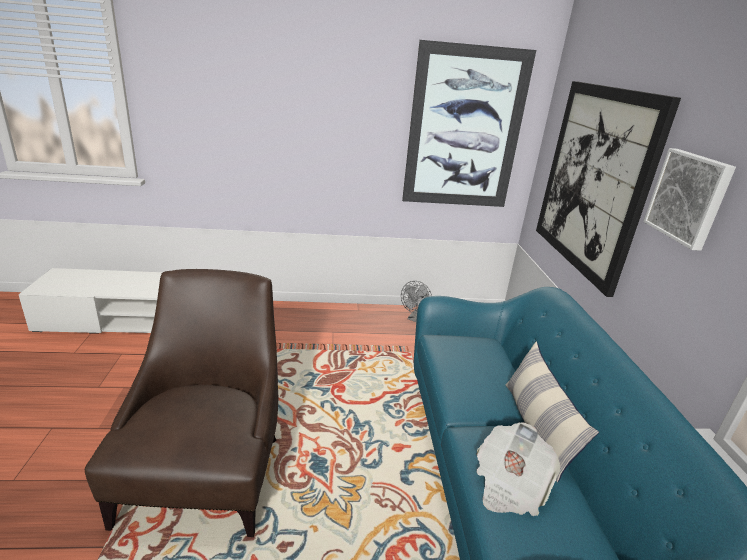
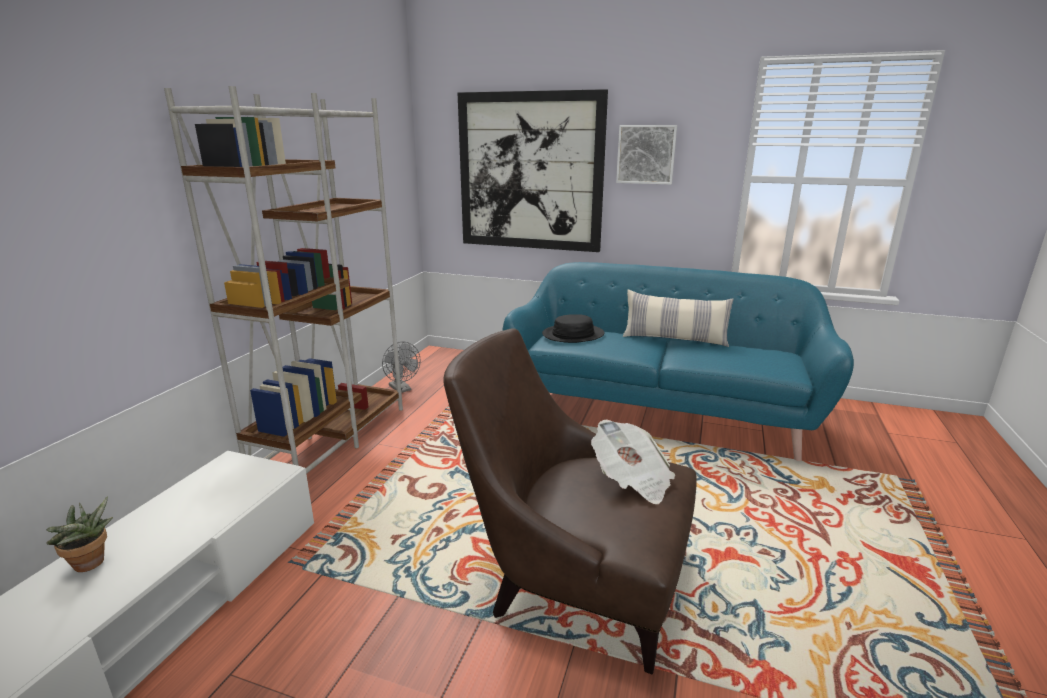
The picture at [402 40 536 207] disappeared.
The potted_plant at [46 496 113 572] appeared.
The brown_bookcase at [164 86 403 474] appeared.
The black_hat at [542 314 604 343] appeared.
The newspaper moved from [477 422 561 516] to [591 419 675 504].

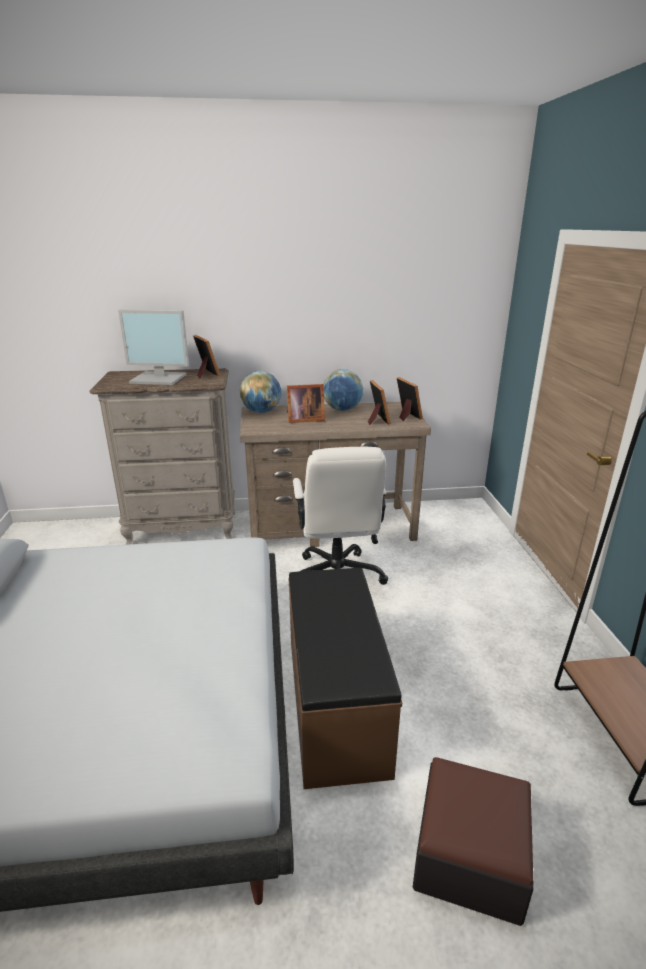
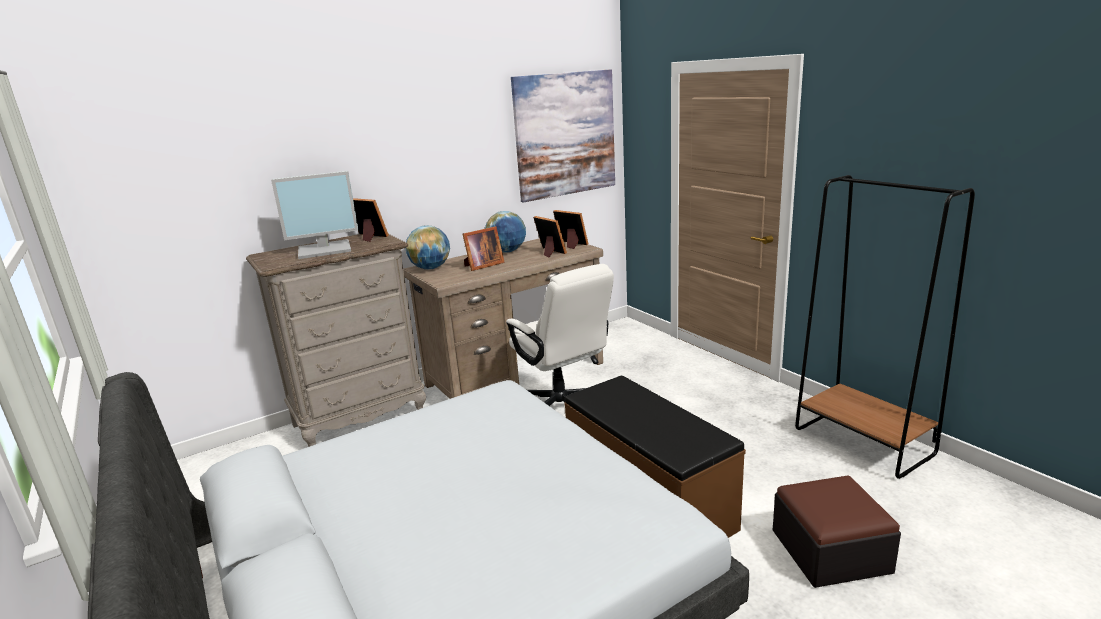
The picture at [511 69 615 203] appeared.

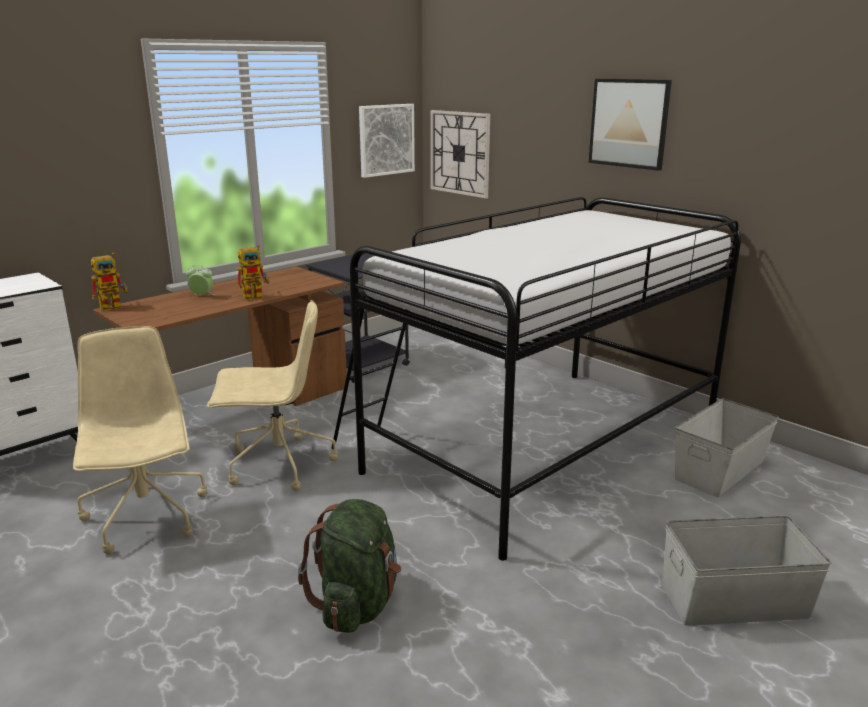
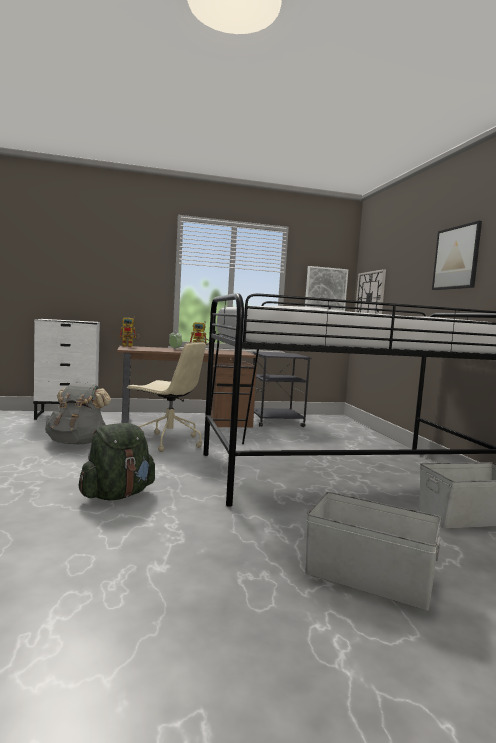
The beige_office_chair at [73 326 207 554] was replaced by the grey_backpack at [45 383 111 444].

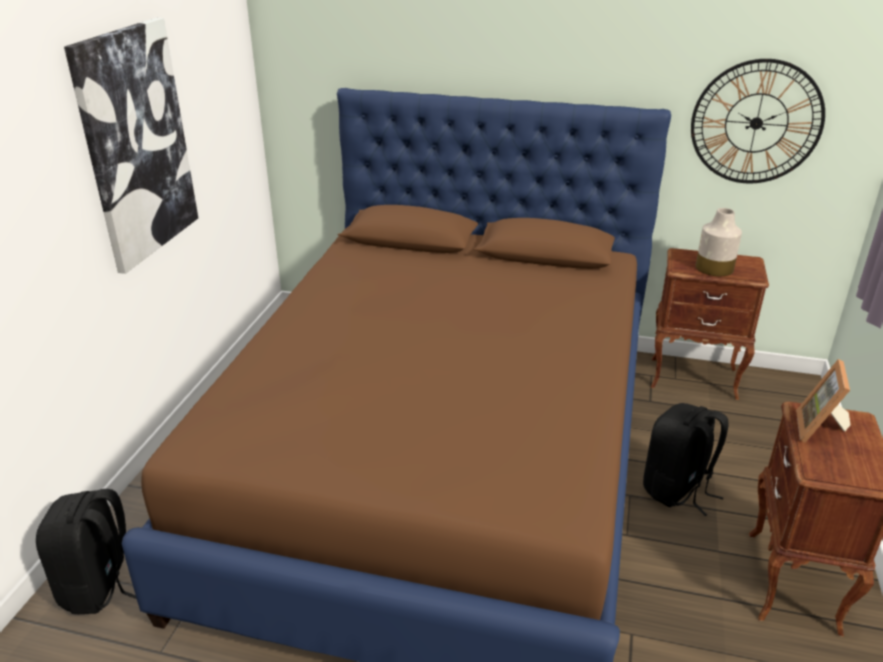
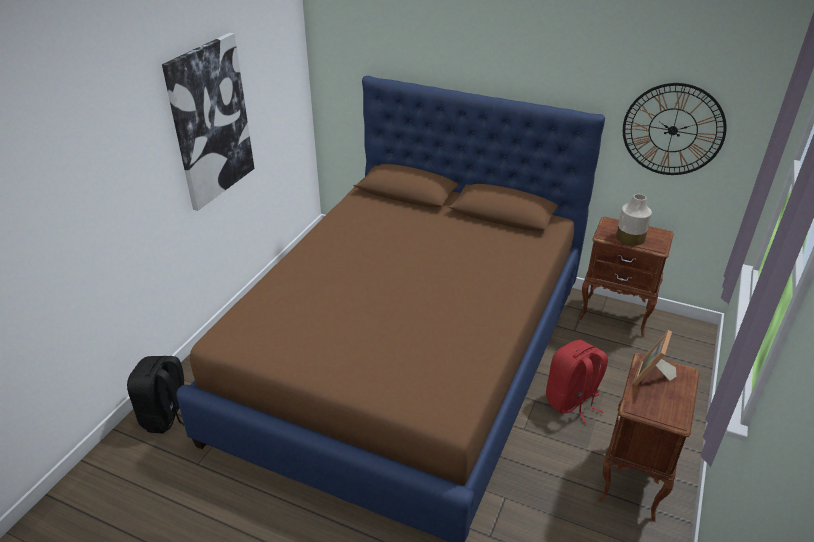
The black_backpack at [643 403 729 516] became the red_backpack at [546 340 608 423].

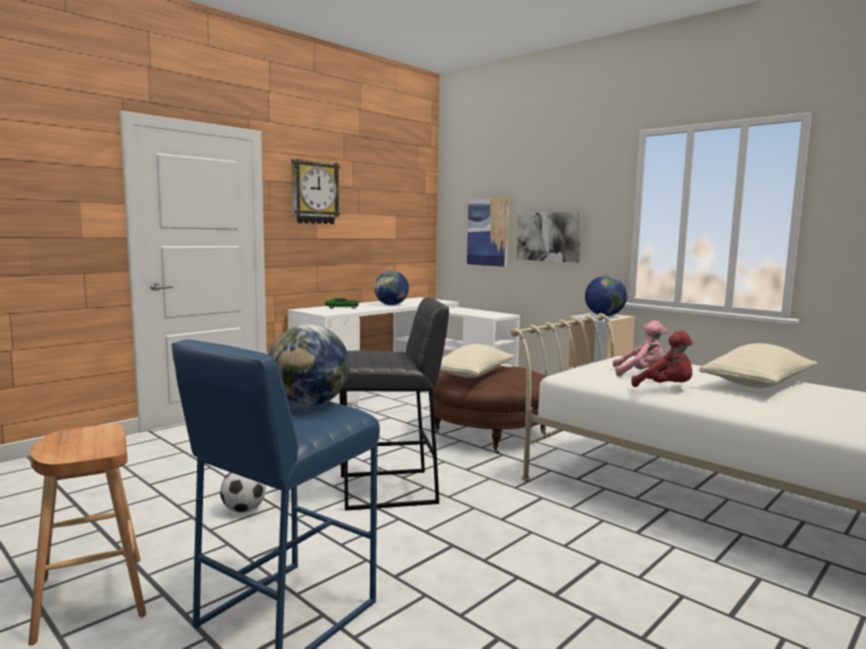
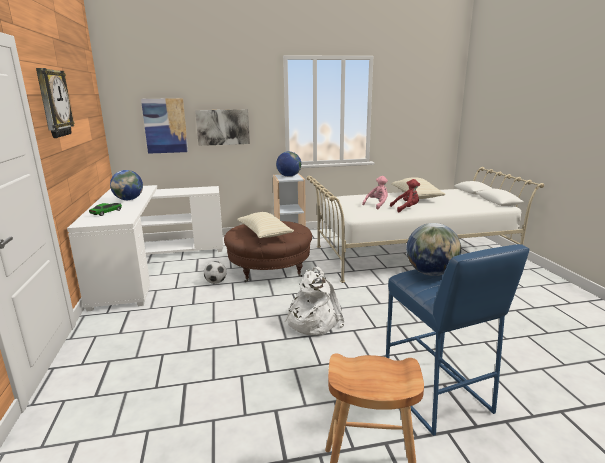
The football moved from [220 472 266 513] to [204 261 227 284].
The grey_stool at [340 297 449 511] was replaced by the white_backpack at [284 267 344 335].

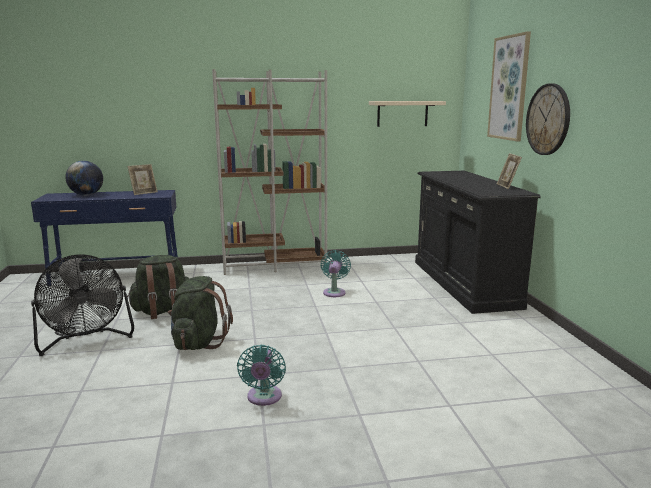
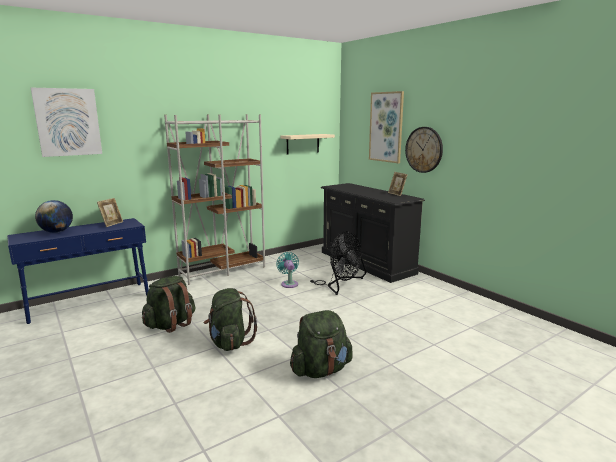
The picture at [31 88 102 157] appeared.
The black_fan moved from [31 254 134 356] to [310 231 366 295].
The turquoise_fan at [237 344 286 406] was replaced by the green_backpack at [290 310 353 378].

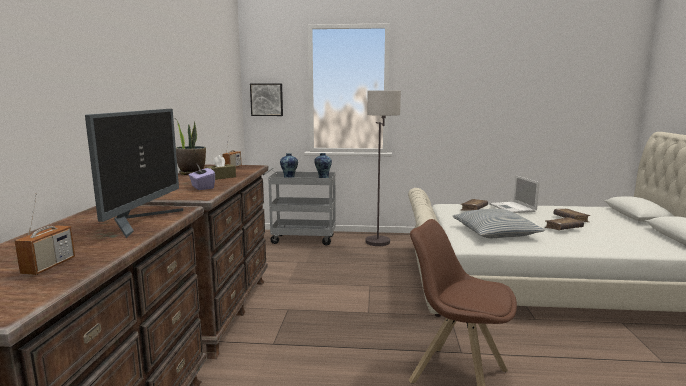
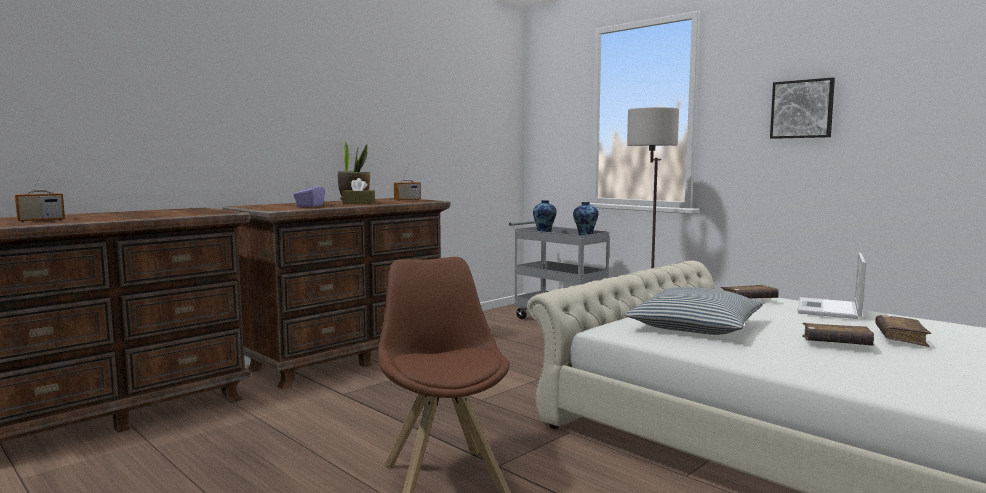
The monitor at [85 109 183 238] disappeared.
The picture moved from [250 84 283 116] to [770 77 835 139].

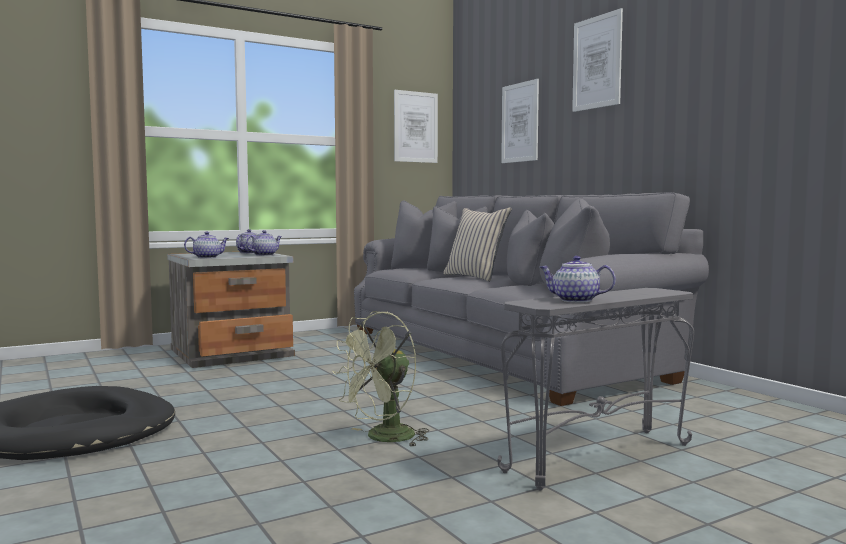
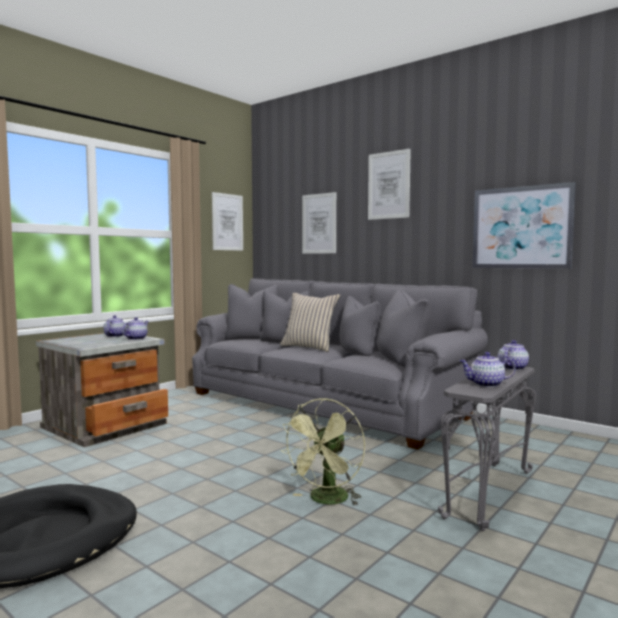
The picture at [473 182 576 269] appeared.
The teapot moved from [184 232 229 258] to [498 340 529 370].

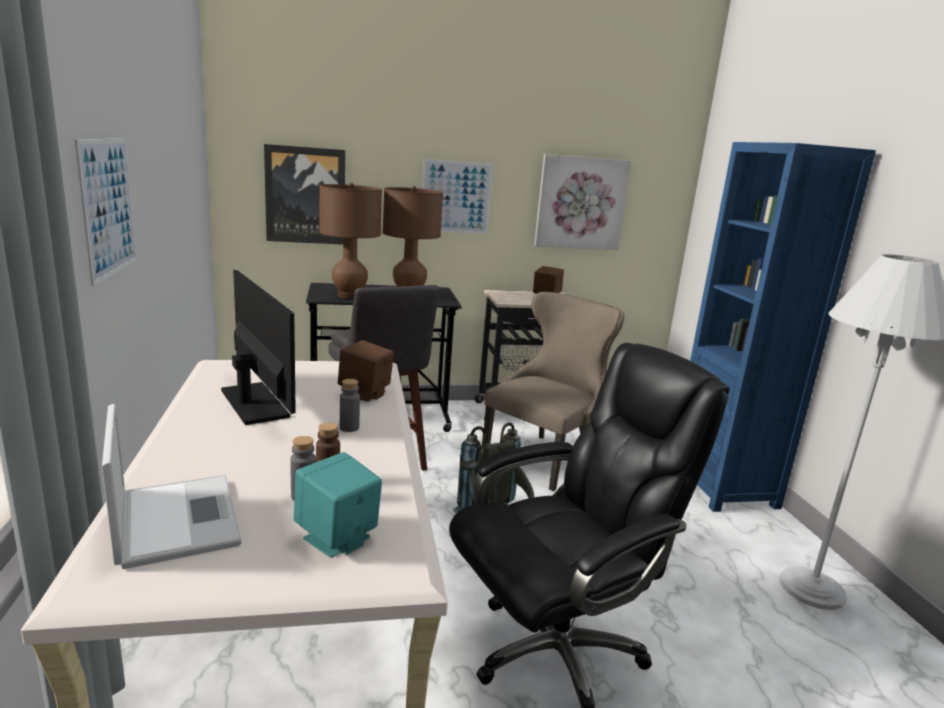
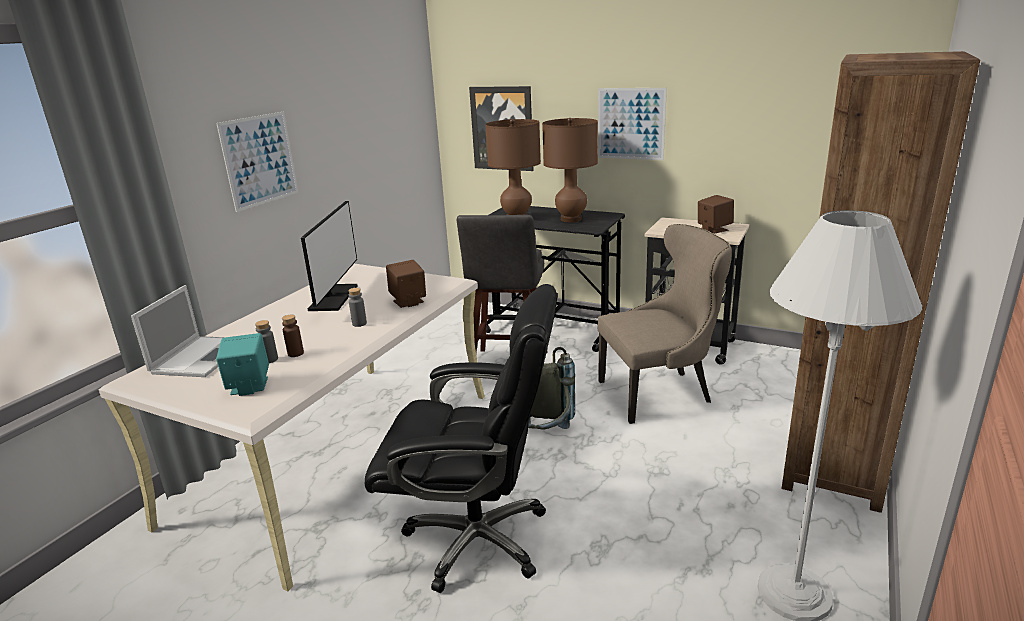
The picture at [534 154 631 250] disappeared.
The blue_bookcase at [690 142 876 512] became the brown_bookcase at [781 51 980 513].

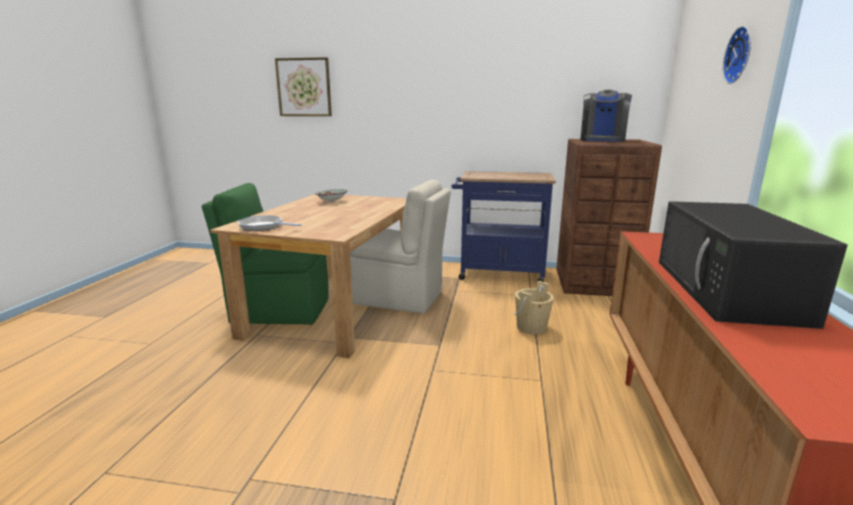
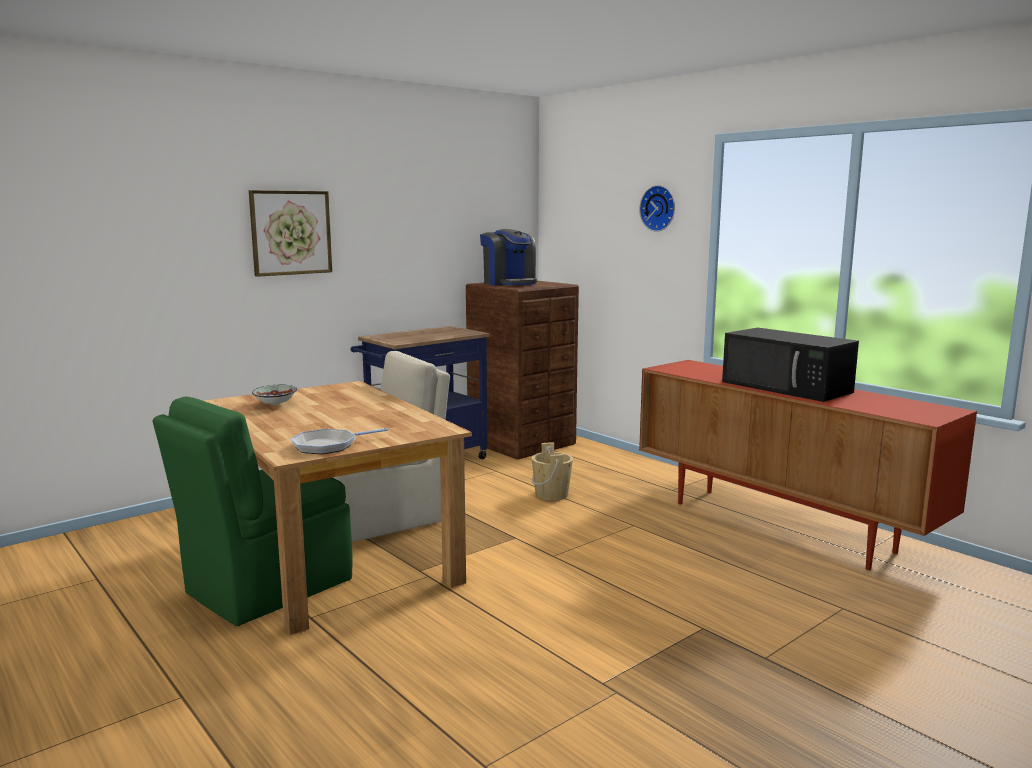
The picture moved from [275 57 332 116] to [249 190 332 277].

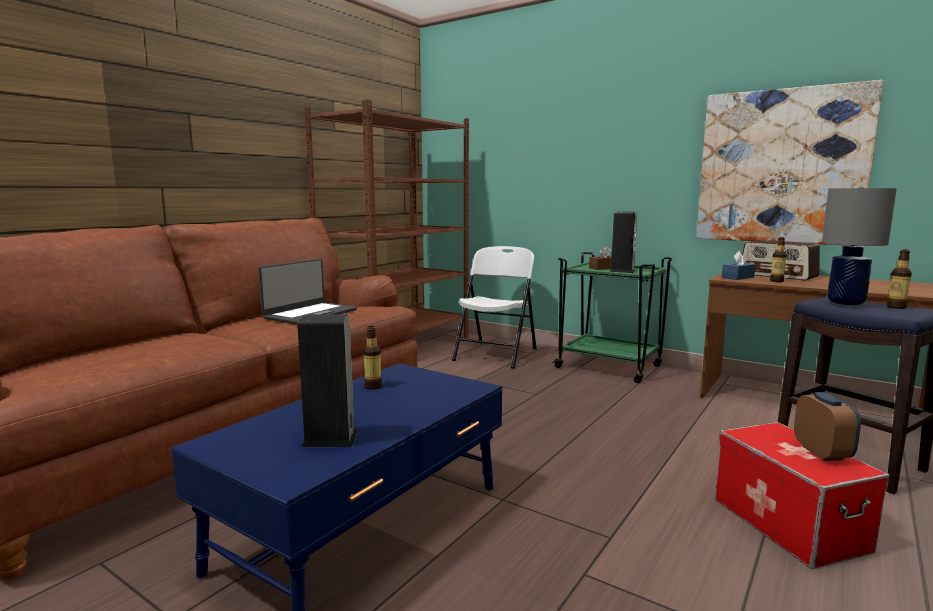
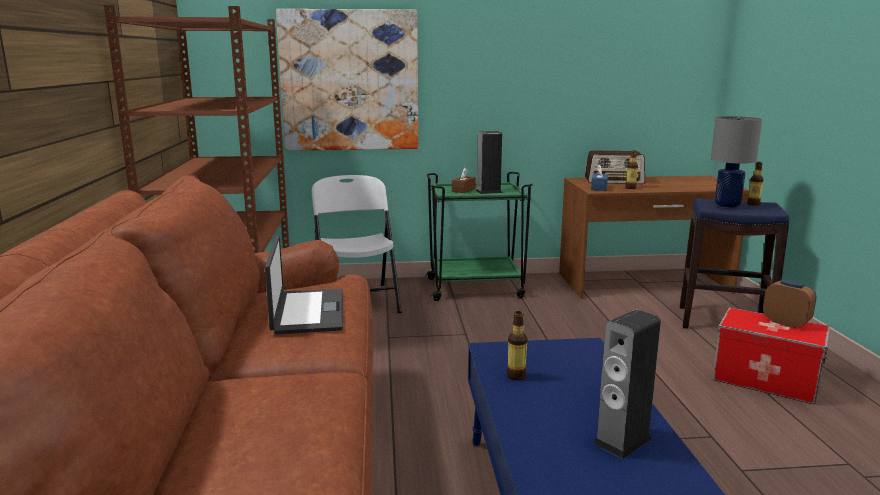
The picture moved from [696 80 884 245] to [276 9 418 151].

